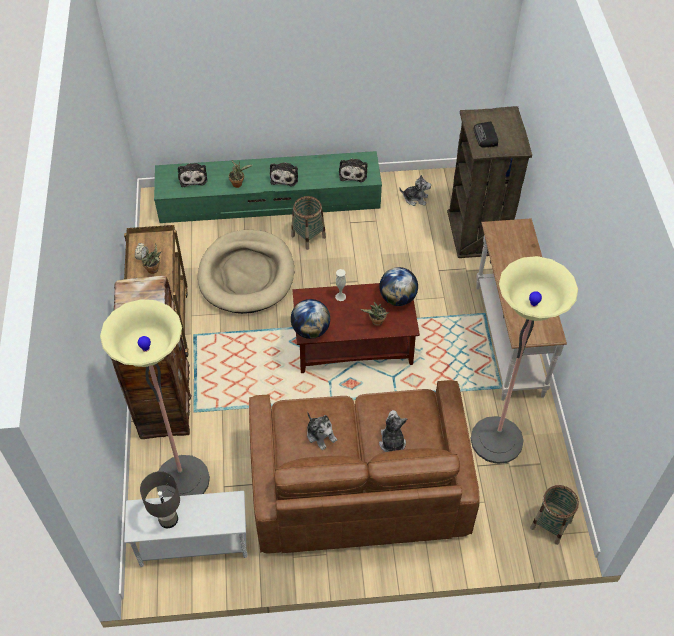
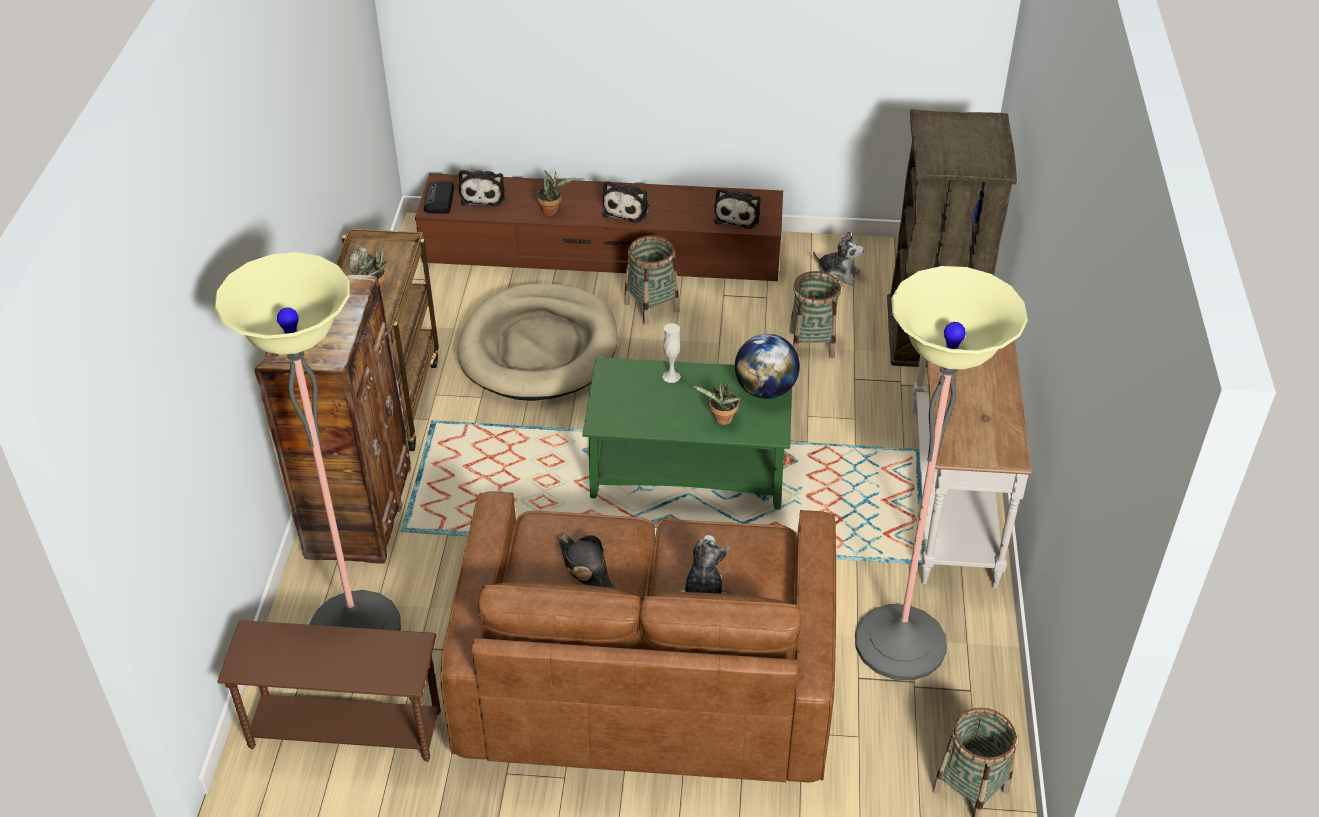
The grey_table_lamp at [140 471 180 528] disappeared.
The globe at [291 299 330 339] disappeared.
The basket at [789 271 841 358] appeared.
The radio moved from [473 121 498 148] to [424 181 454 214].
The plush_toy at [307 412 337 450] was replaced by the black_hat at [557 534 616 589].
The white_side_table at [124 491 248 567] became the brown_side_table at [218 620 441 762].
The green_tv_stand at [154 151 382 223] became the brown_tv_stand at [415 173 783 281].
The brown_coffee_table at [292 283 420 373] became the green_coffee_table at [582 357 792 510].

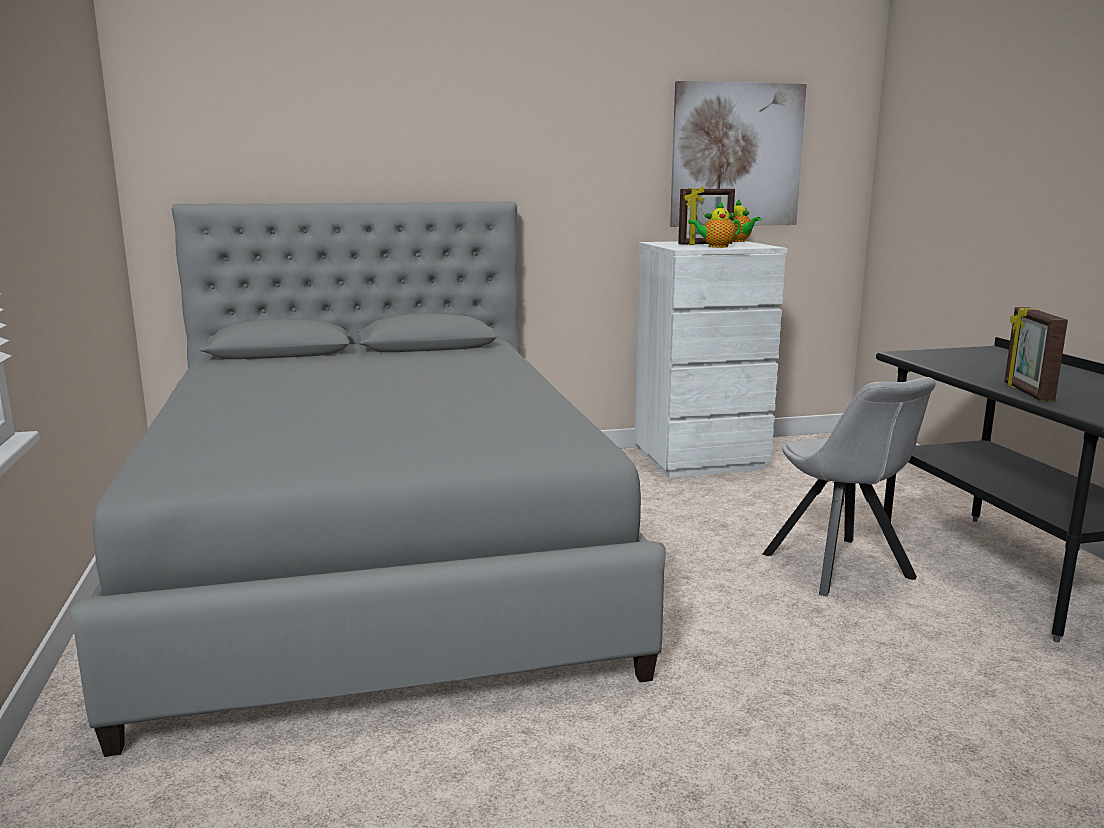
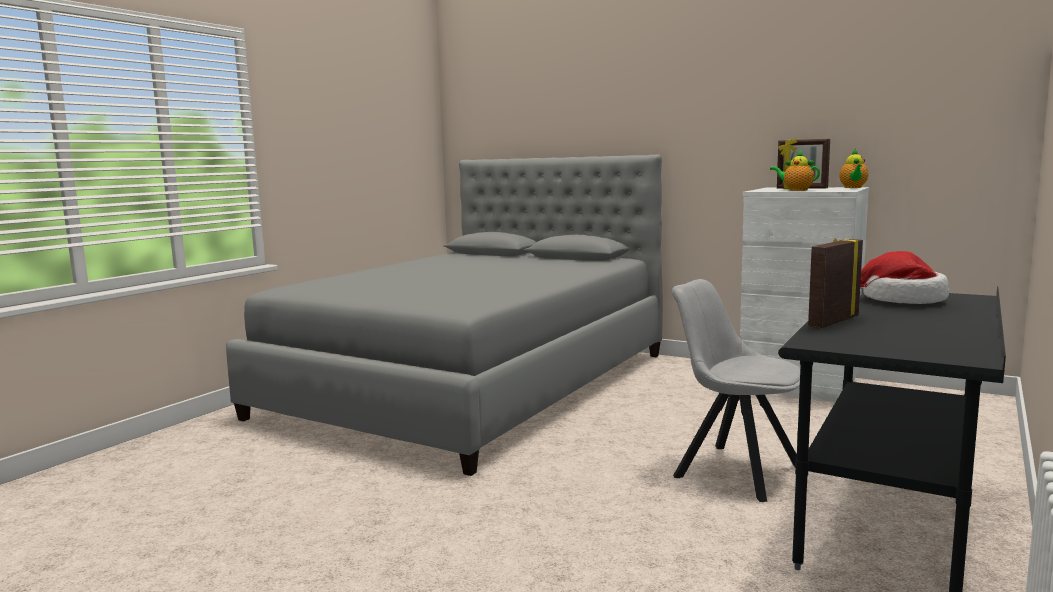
The picture at [670 81 807 227] disappeared.
The hat at [860 251 949 304] appeared.
The grey_chair at [762 377 936 597] turned 105 degrees clockwise.

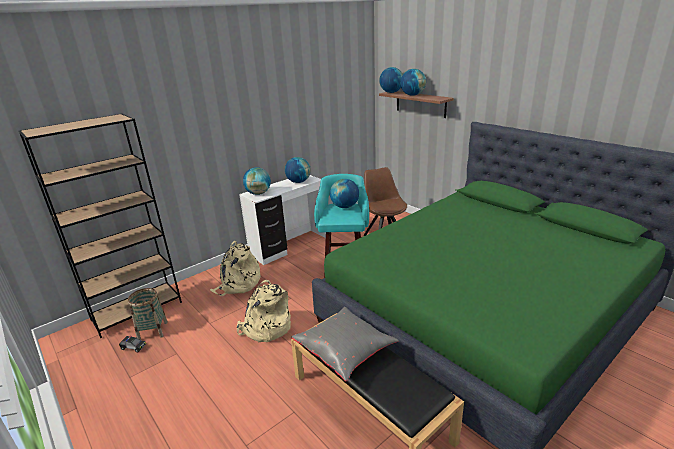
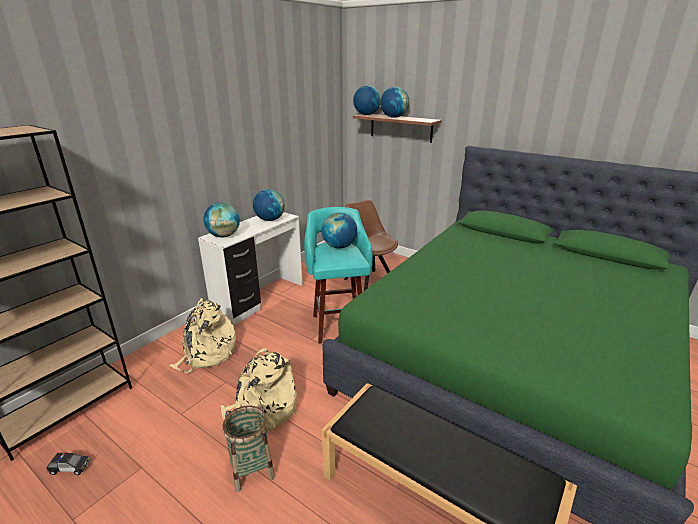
The grey_pillow at [291 307 399 381] disappeared.
The basket moved from [128 288 168 340] to [222 406 275 492].

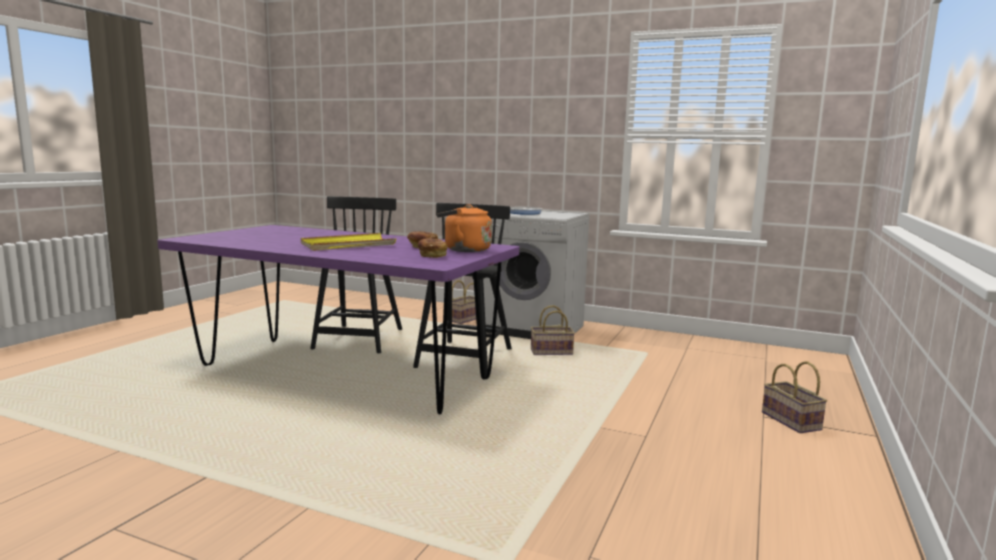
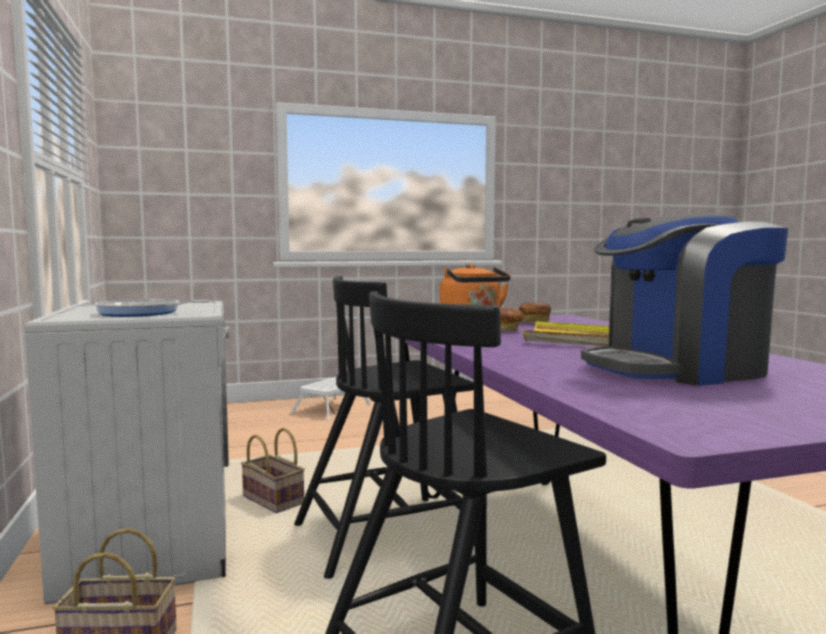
The coffee_machine at [581 213 788 386] appeared.
The basket at [762 361 827 433] was replaced by the white_step_ladder at [291 377 371 420].

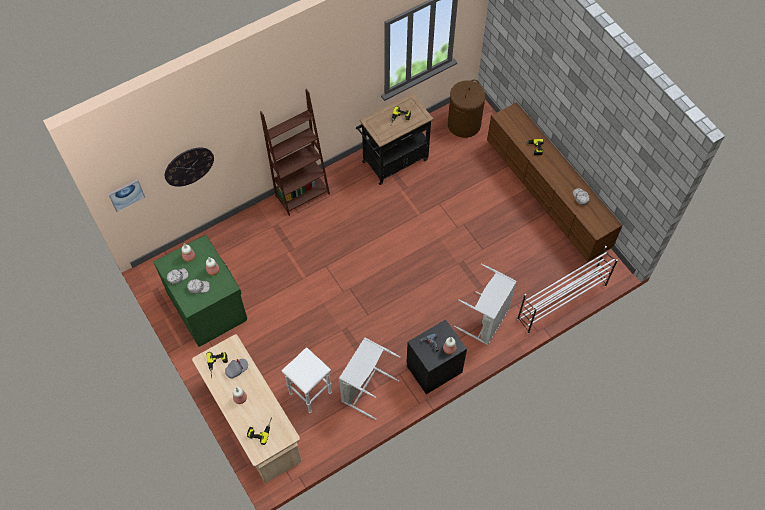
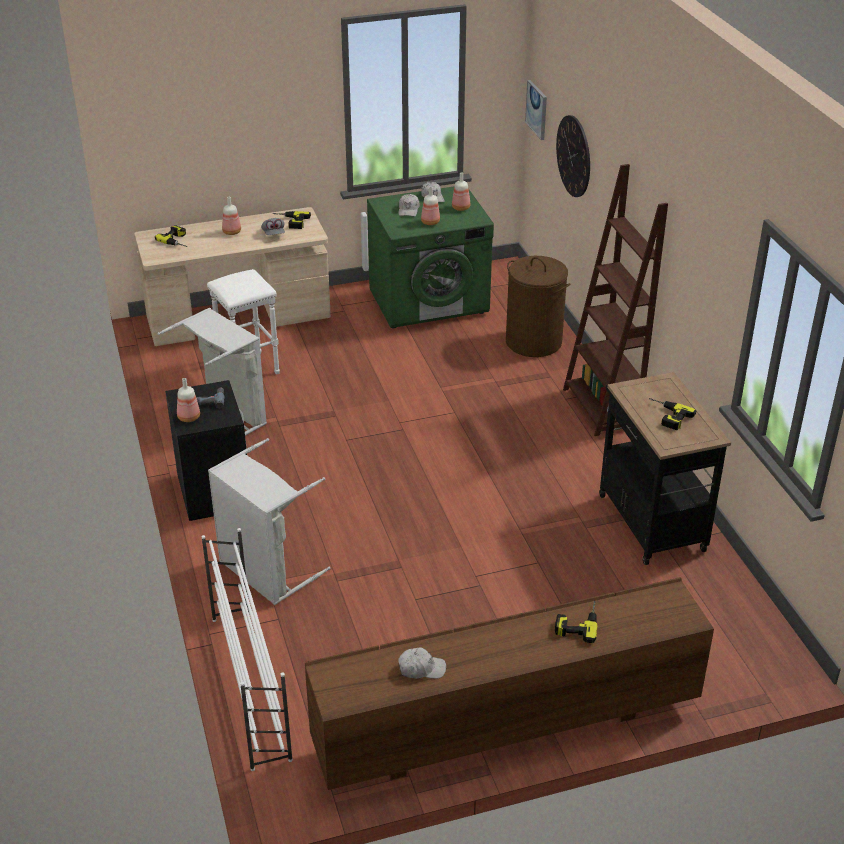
The brown_laundry_basket moved from [448 80 485 138] to [506 256 570 357].

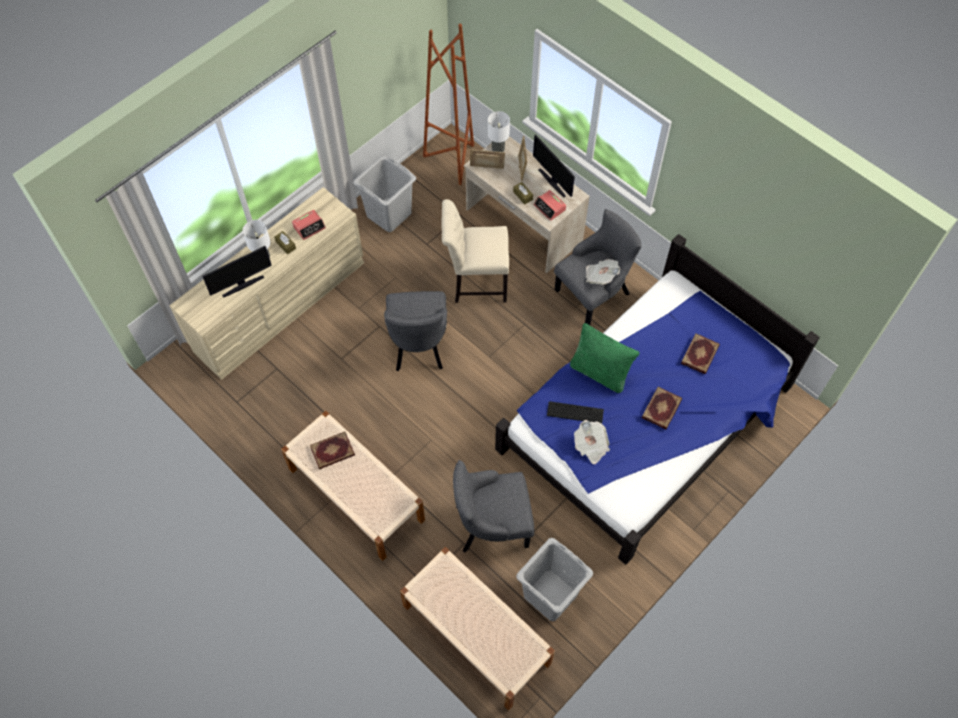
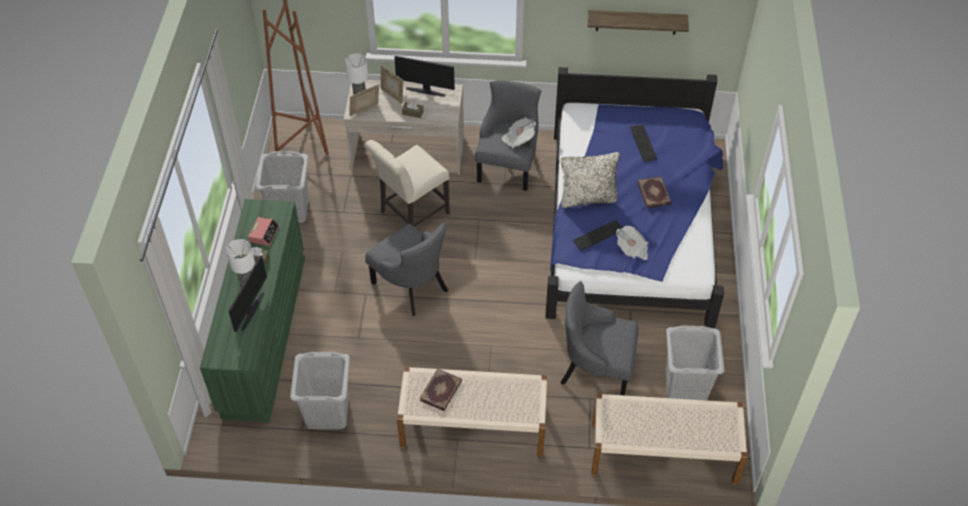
The alarm_clock at [534 190 566 221] disappeared.
The grey_laundry_basket at [290 352 350 429] appeared.
The shelf at [588 10 689 35] appeared.
The book at [681 333 720 374] was replaced by the keyboard at [630 125 657 162].
The beige_dresser at [169 187 364 380] became the green_dresser at [200 199 305 423].
The green_pillow at [570 323 640 393] became the beige_pillow at [561 152 620 208].
The grey_armchair at [453 460 534 553] turned 60 degrees clockwise.

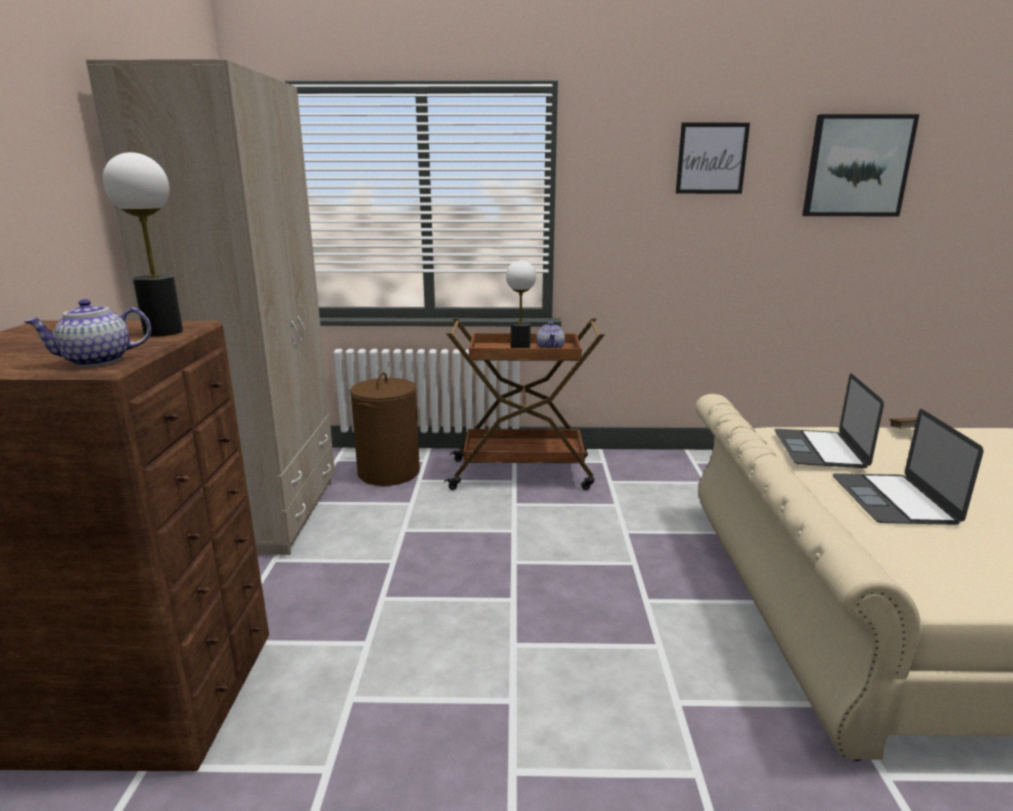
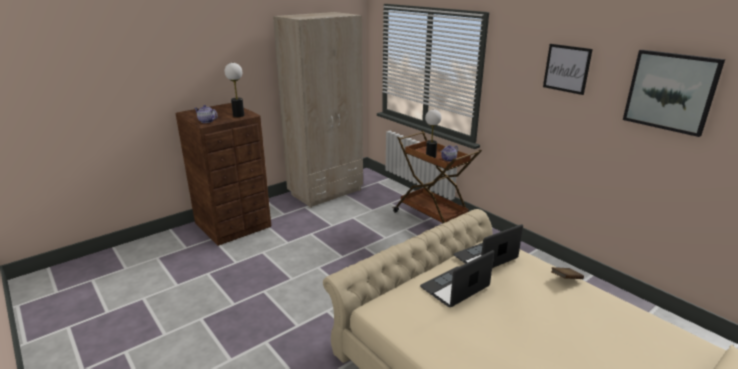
The brown_laundry_basket at [350 372 420 486] disappeared.

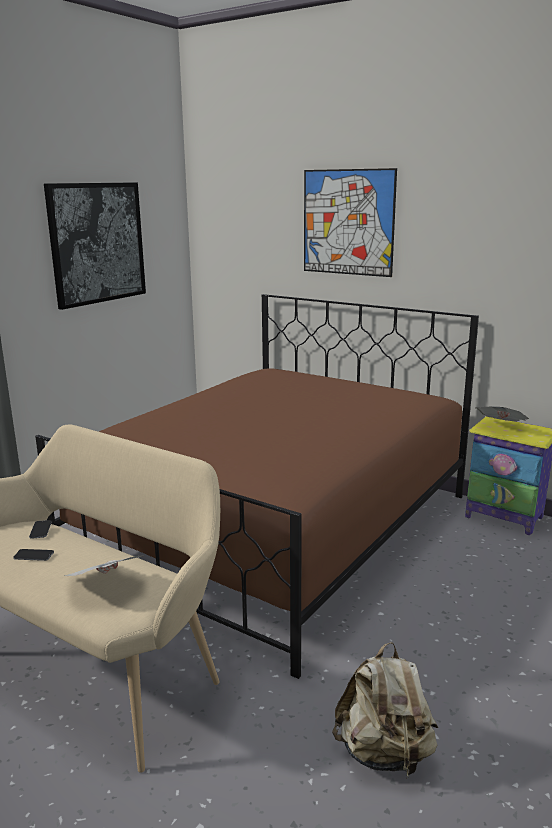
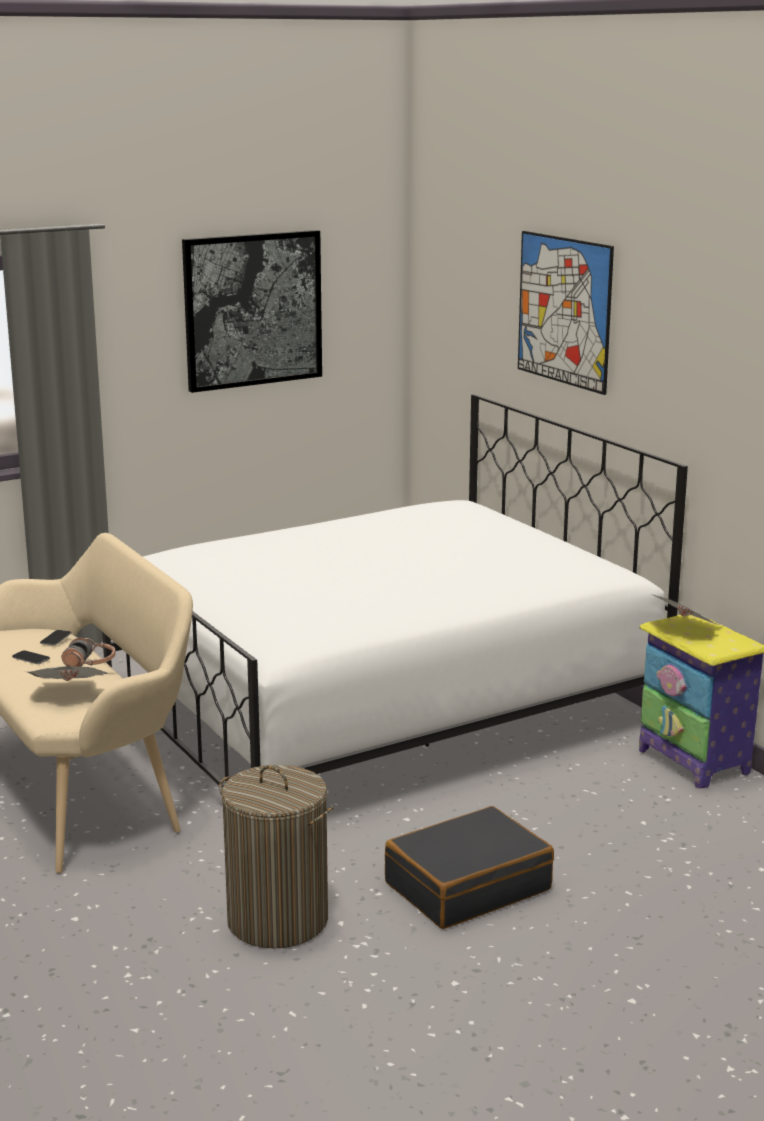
The headphones at [62 638 115 667] appeared.
The black_suitcase at [385 806 554 929] appeared.
The beige_backpack at [332 642 438 776] was replaced by the laundry_basket at [219 765 334 948].
The brown_bed at [35 294 479 679] became the white_bed at [102 394 688 788].

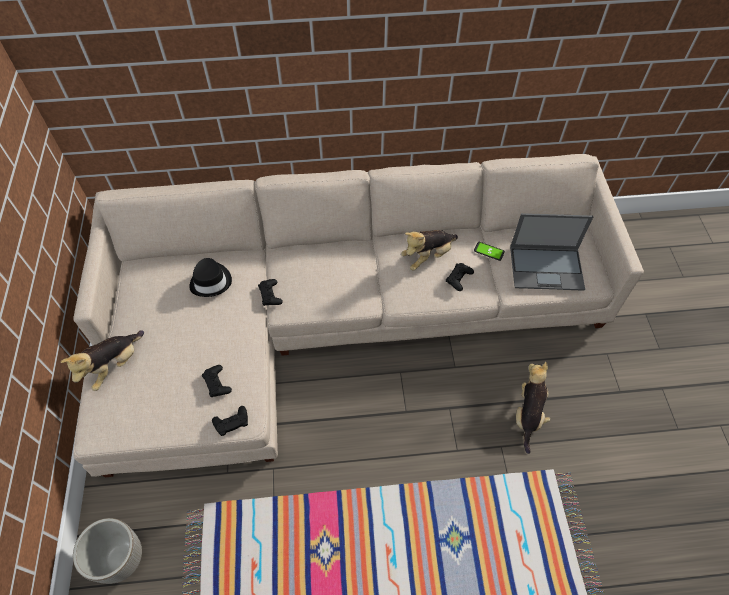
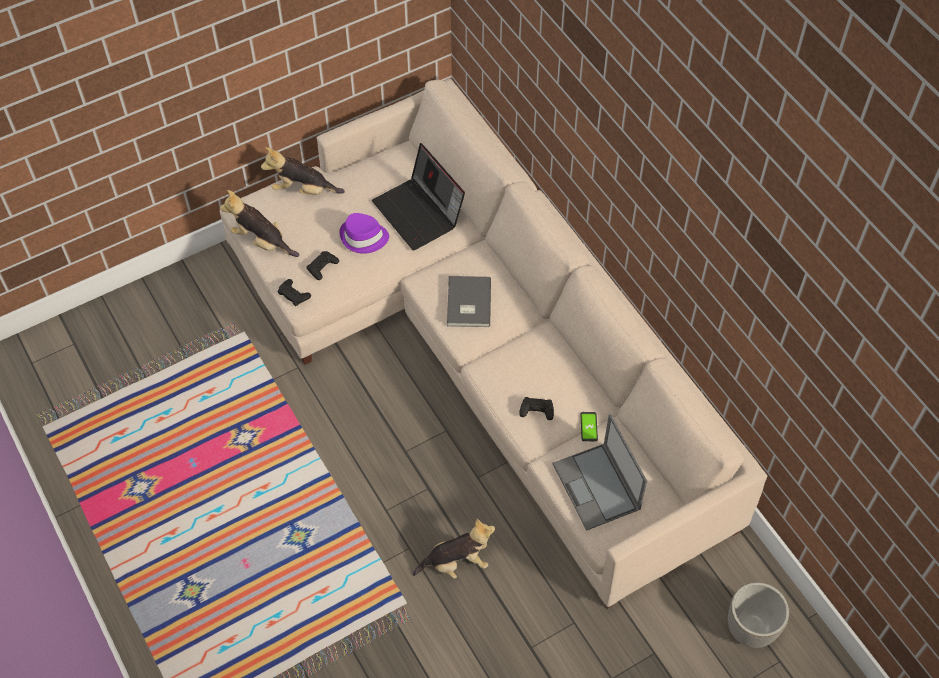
The black_game_controller at [258 279 283 306] disappeared.
The purple_hat at [340 213 389 254] appeared.
The grey_book at [447 276 491 327] appeared.
The planter moved from [73 518 142 584] to [728 582 789 648].
The plush_toy moved from [401 230 458 271] to [220 190 299 257].
The black_hat at [189 258 232 297] was replaced by the laptop at [372 143 465 250].

